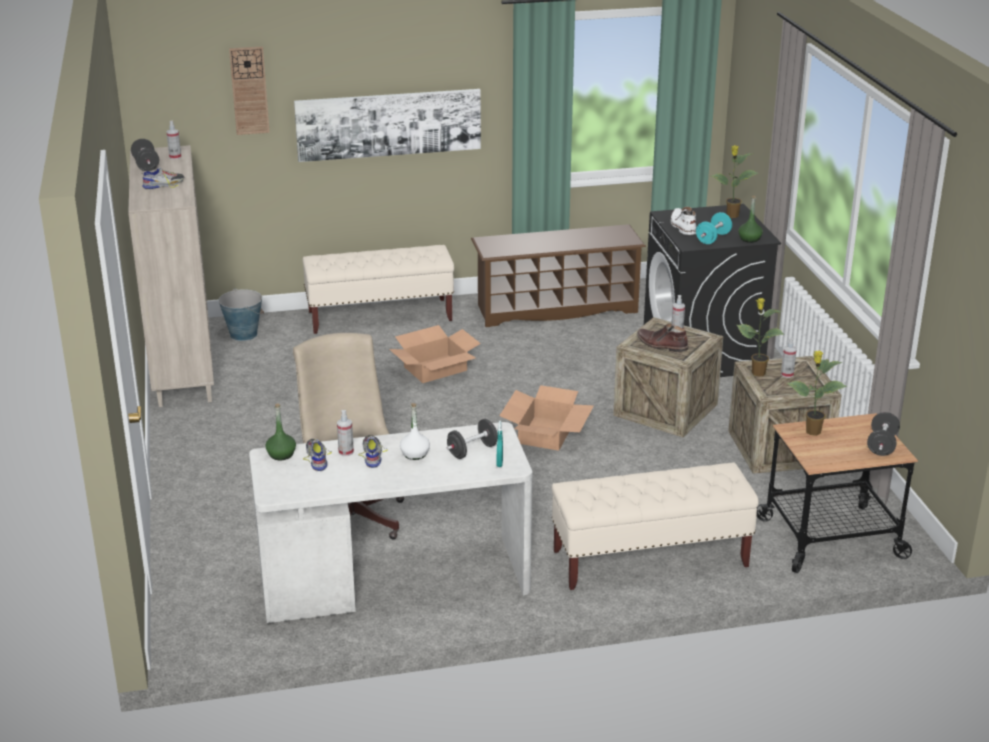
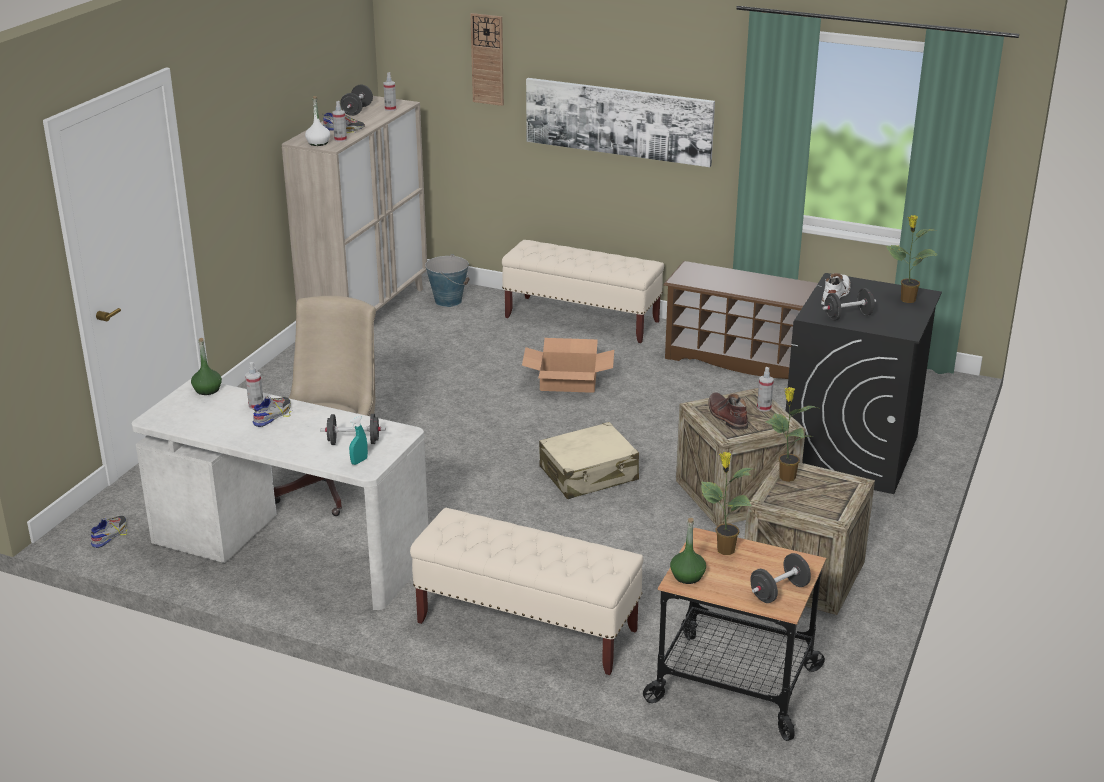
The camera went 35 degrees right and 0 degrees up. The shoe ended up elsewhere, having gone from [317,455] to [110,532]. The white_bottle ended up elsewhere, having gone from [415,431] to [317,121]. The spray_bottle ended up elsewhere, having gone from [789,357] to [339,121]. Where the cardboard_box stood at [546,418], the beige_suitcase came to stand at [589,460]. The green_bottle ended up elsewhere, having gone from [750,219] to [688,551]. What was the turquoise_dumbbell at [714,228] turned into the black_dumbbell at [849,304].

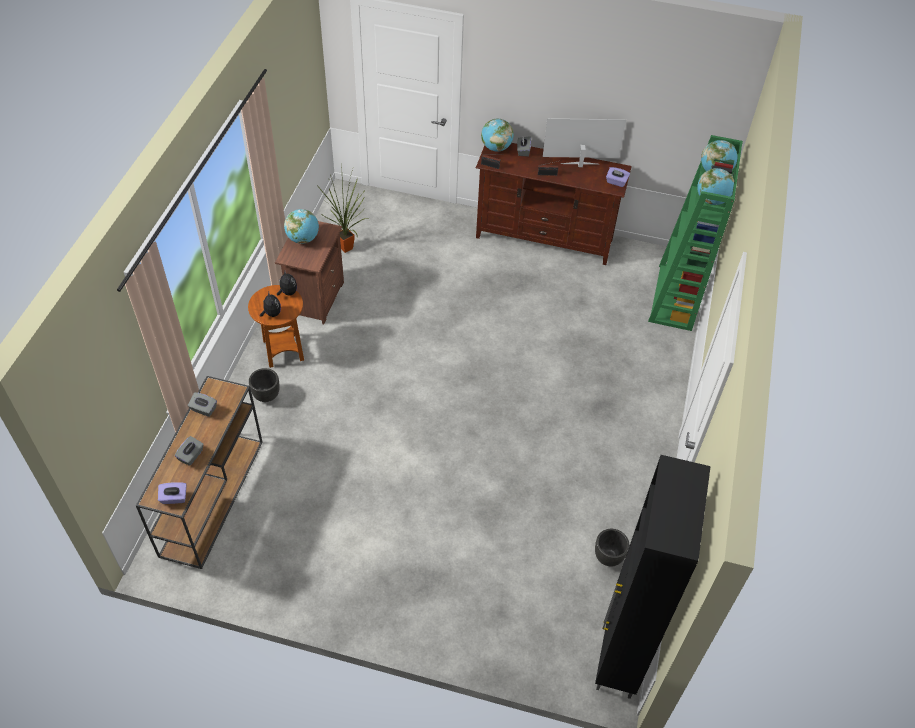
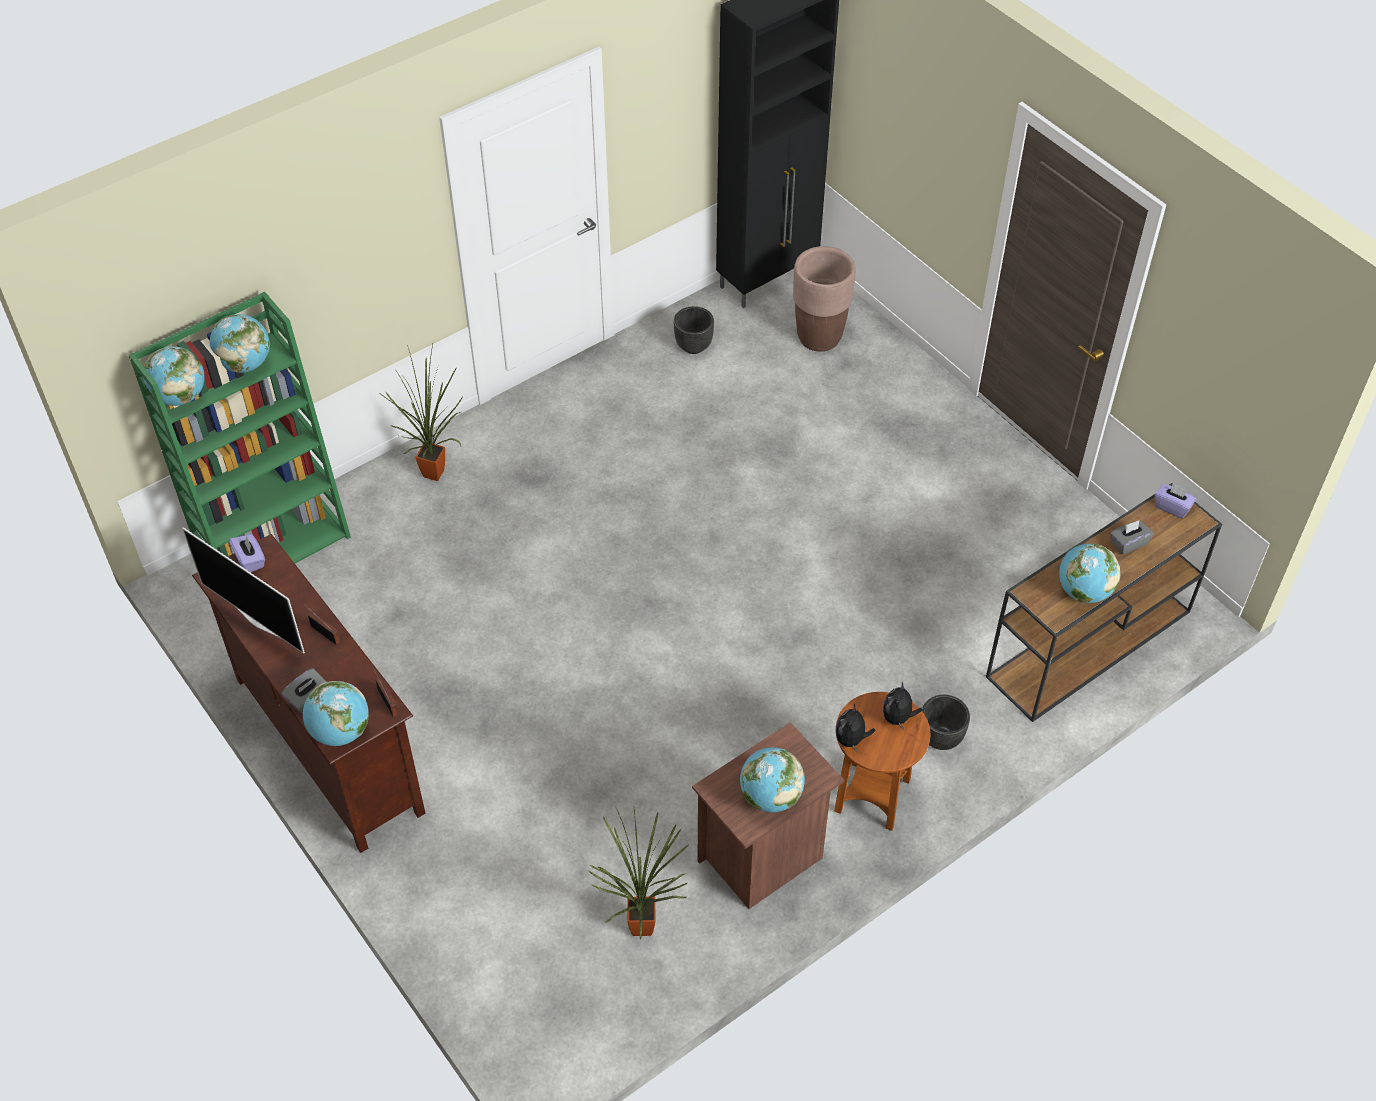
The camera went 140 degrees left and 0 degrees up. The second view gained the potted_plant at [422,412]. The second view gained the brown_planter at [824,298]. Where the grey_tissue_box stood at [202,404], the globe came to stand at [1089,573].

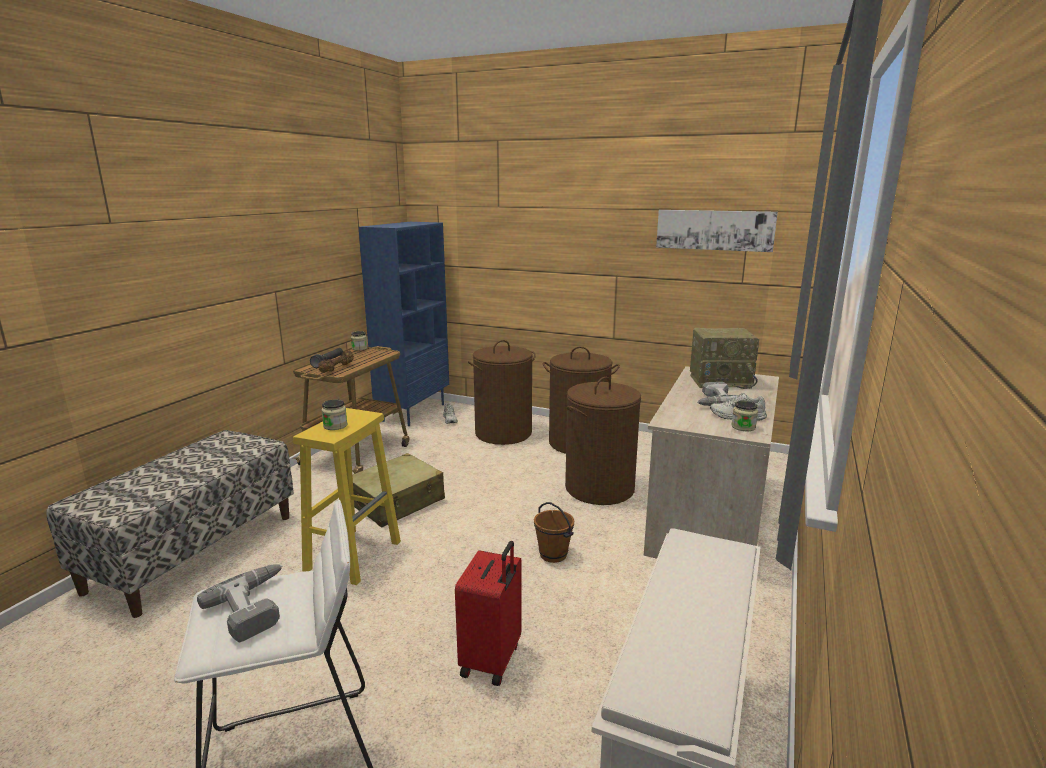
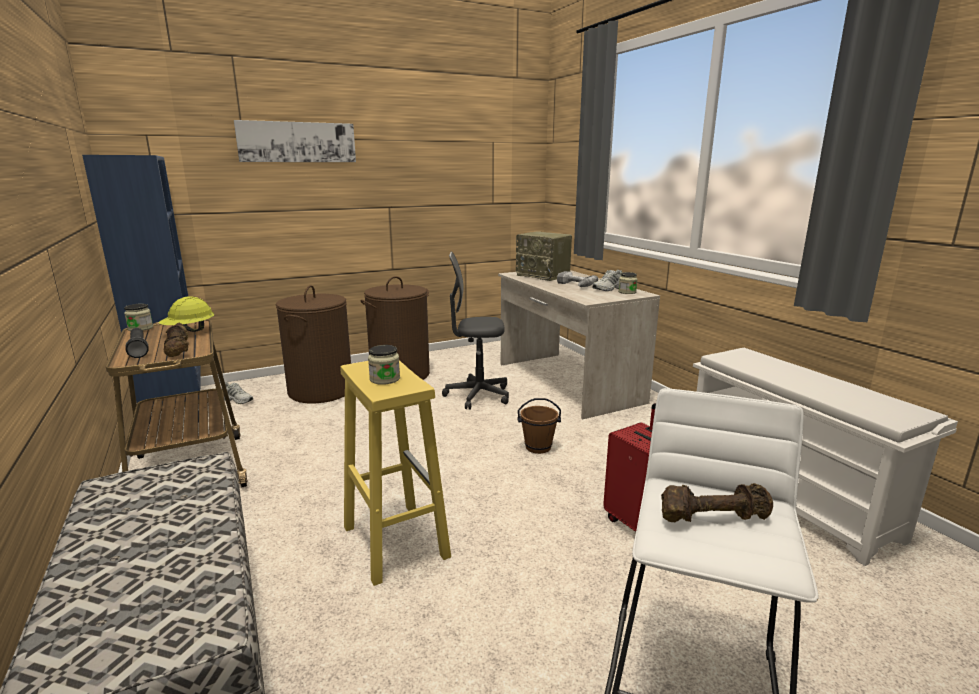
The camera went 50 degrees left and 0 degrees up. The second view gained the yellow_hard_hat at [186,314]. The picture ended up elsewhere, having gone from [717,231] to [295,141]. Where the brown_laundry_basket stood at [603,441], the grey_office_chair came to stand at [475,331]. The radio at [724,358] ended up facing another way, 90 degrees clockwise from before. Where the power_drill stood at [239,603], the brown_dumbbell came to stand at [717,502]. The second view lost the beige_suitcase at [398,490].

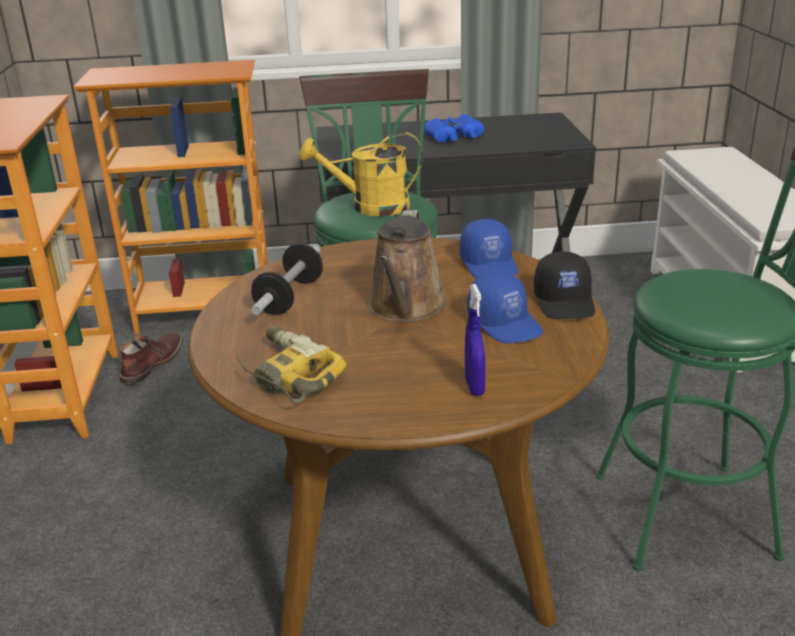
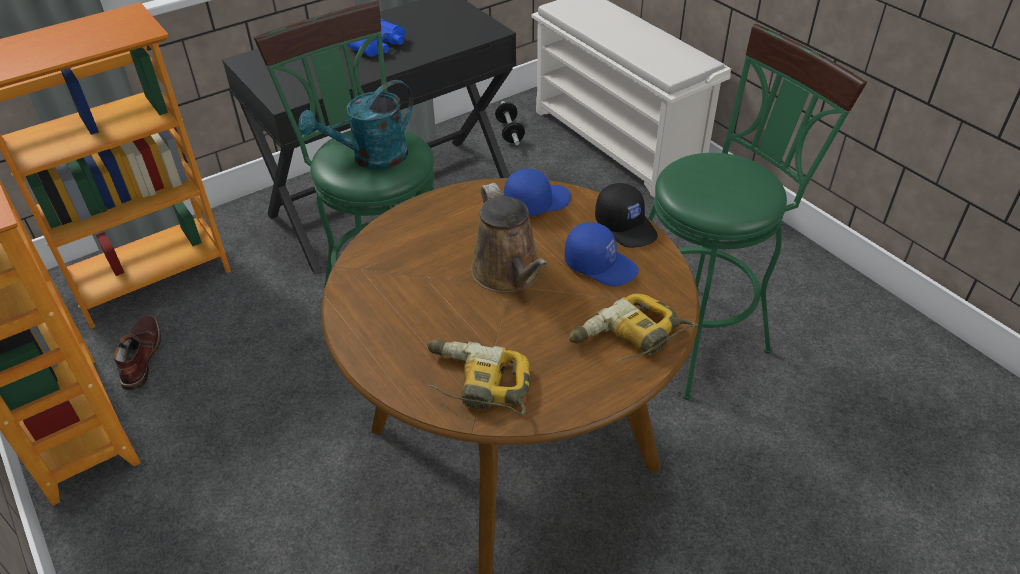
The camera went 30 degrees left and 15 degrees up. What was the yellow_watering_can at [361,174] turned into the turquoise_watering_can at [355,125]. The dumbbell ended up elsewhere, having gone from [287,279] to [510,123]. The blue_cap at [489,248] ended up facing another way, 75 degrees counterclockwise from before. Where the blue_spray_bottle stood at [475,340], the power_drill came to stand at [633,328].

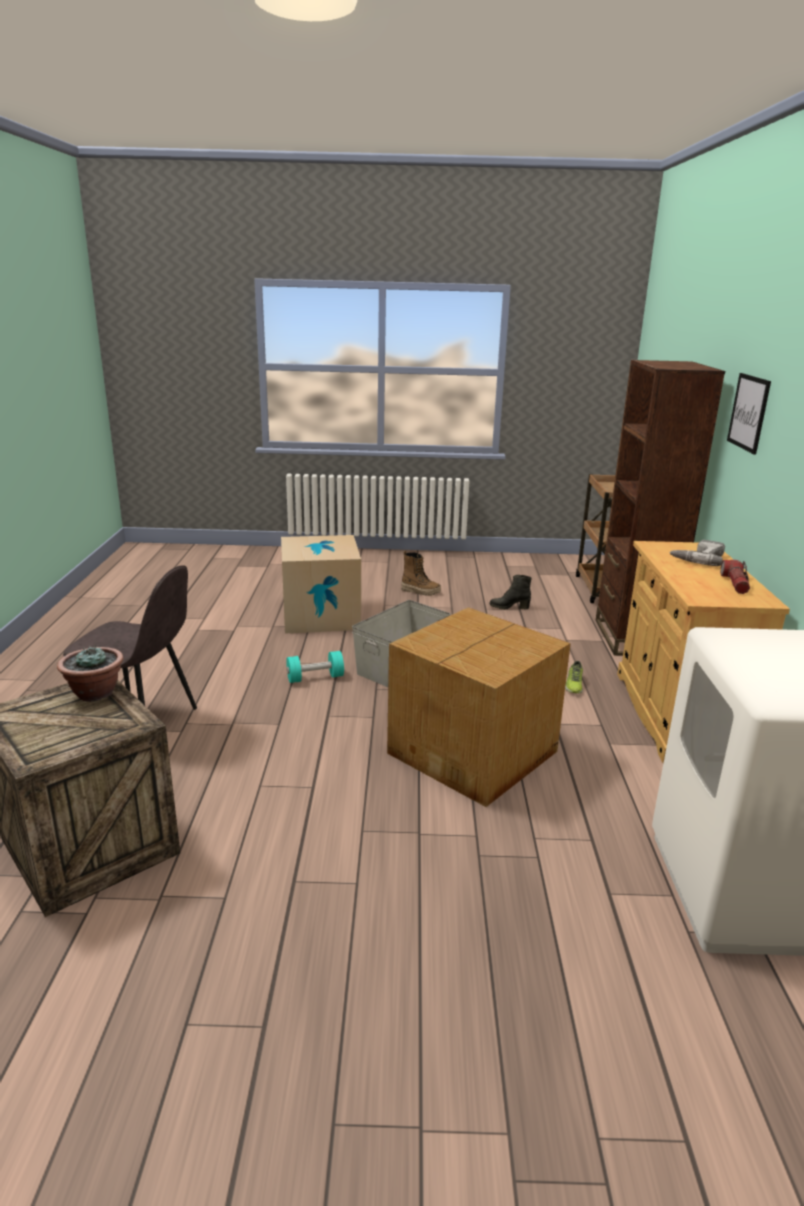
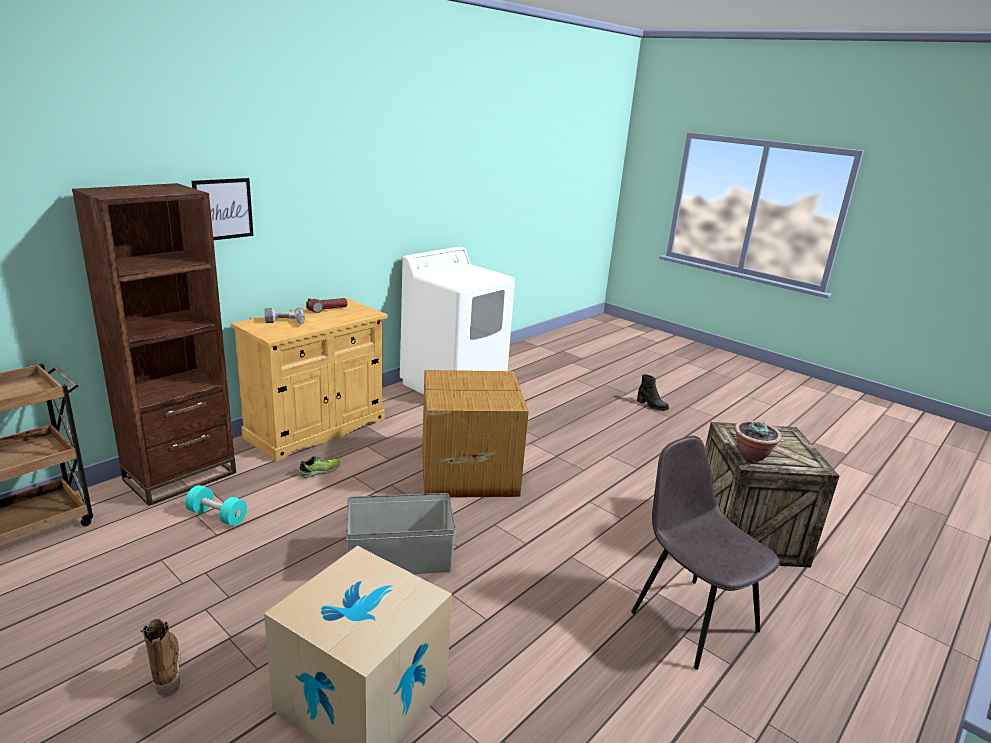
The camera went 140 degrees left and 0 degrees up. The turquoise_dumbbell ended up elsewhere, having gone from [315,667] to [216,505]. The black_boot ended up elsewhere, having gone from [510,592] to [653,392].

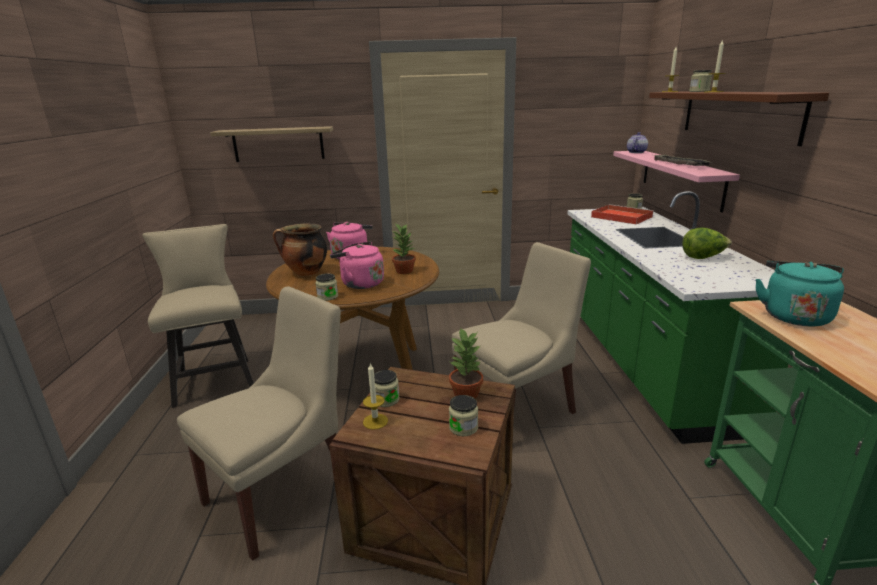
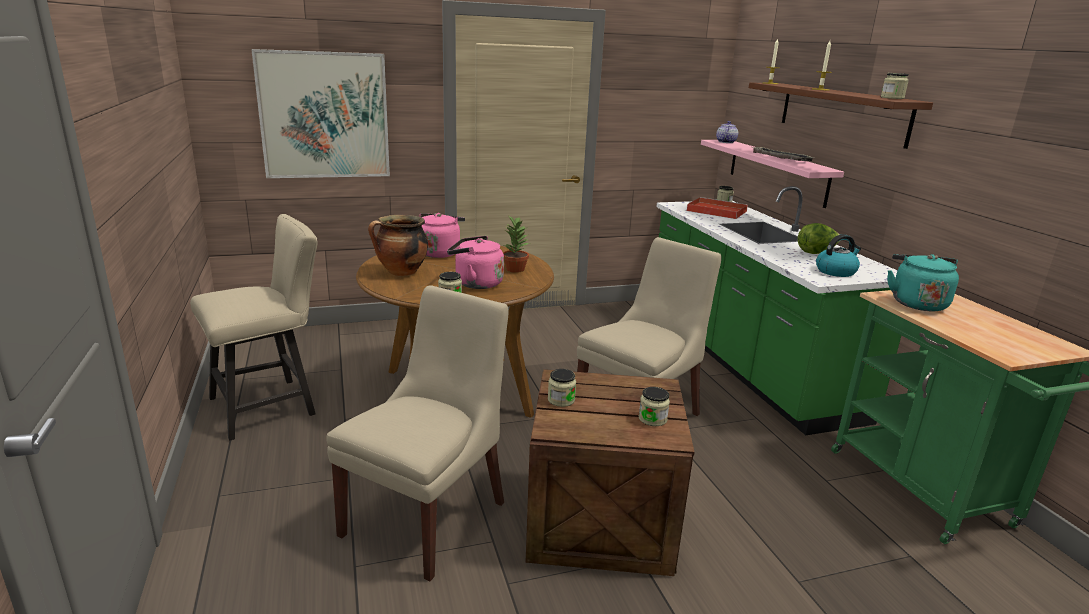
The camera went 15 degrees left and 0 degrees up. The beige_chair at [198,316] ended up facing another way, 90 degrees clockwise from before. Where the shelf hung at [271,144], the picture came to hang at [320,113]. The second view gained the kettle at [838,255]. The jar ended up elsewhere, having gone from [700,81] to [895,86]. The second view lost the candle at [375,397]. The second view lost the potted_plant at [466,364].

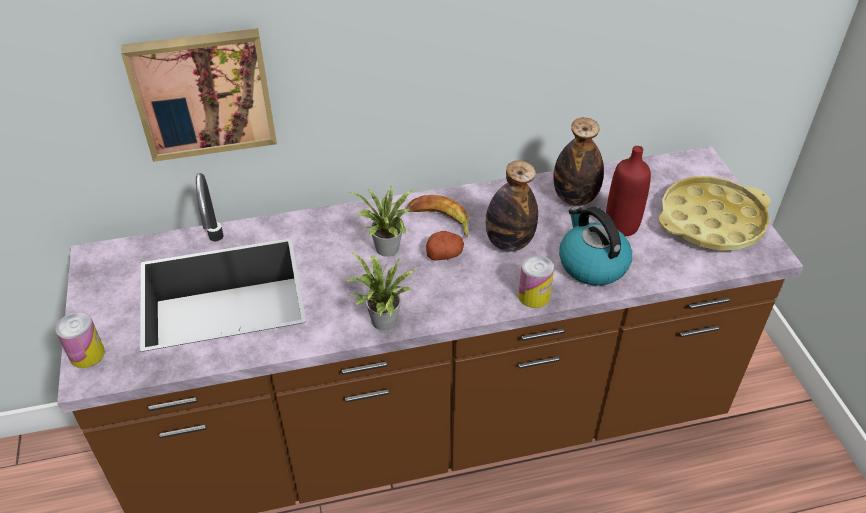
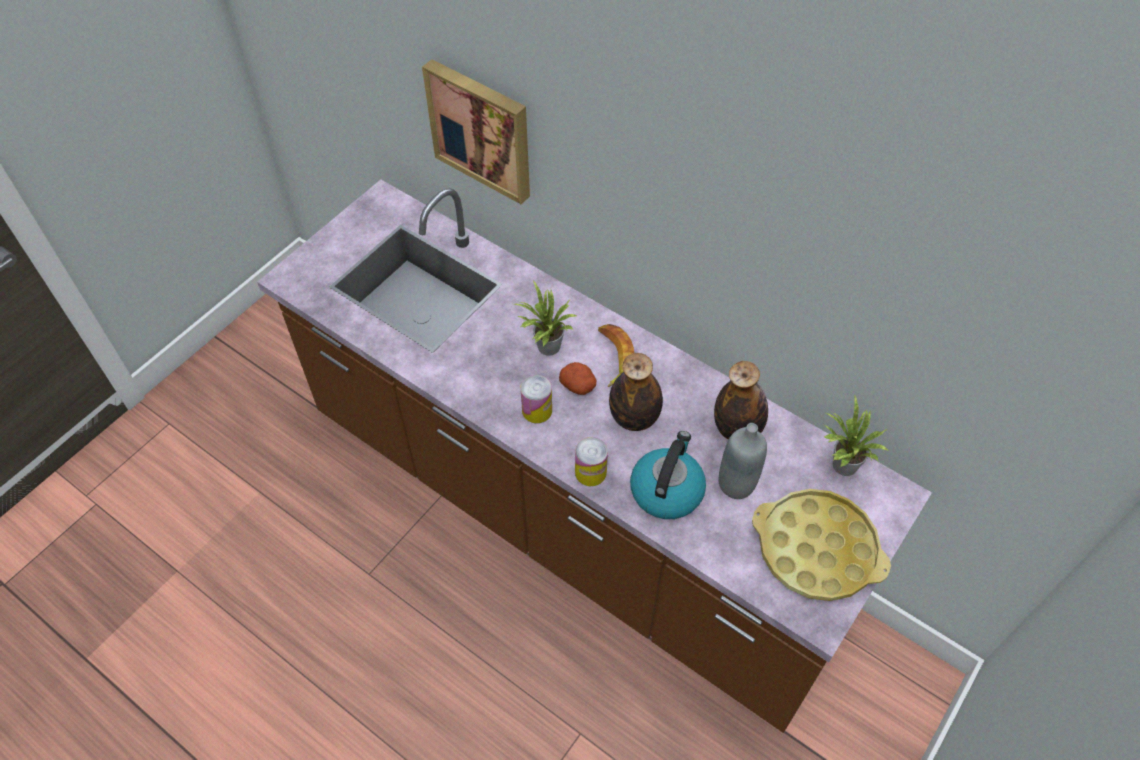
The camera went 50 degrees right and 10 degrees up. The can ended up elsewhere, having gone from [80,340] to [536,399]. What was the red_bottle at [628,191] turned into the grey_bottle at [743,461]. The potted_plant ended up elsewhere, having gone from [380,291] to [856,436].

